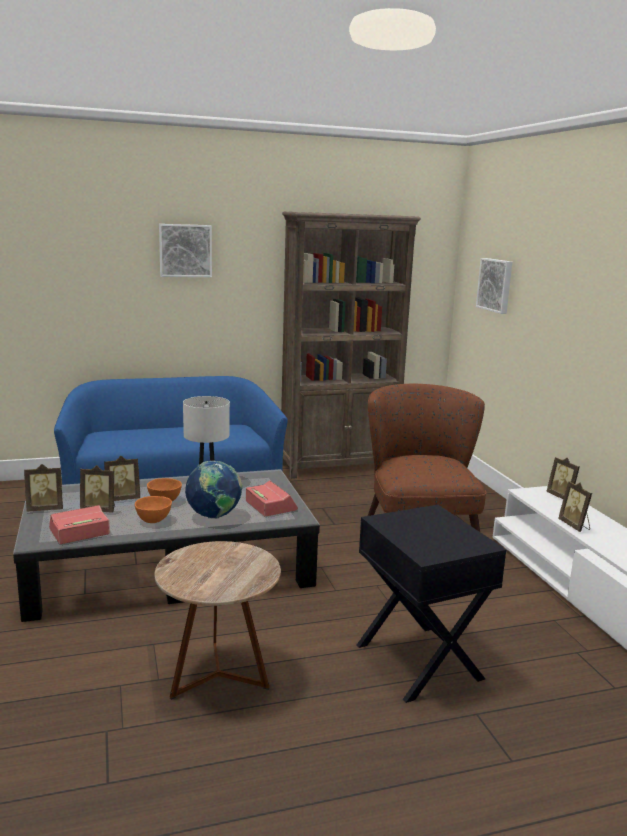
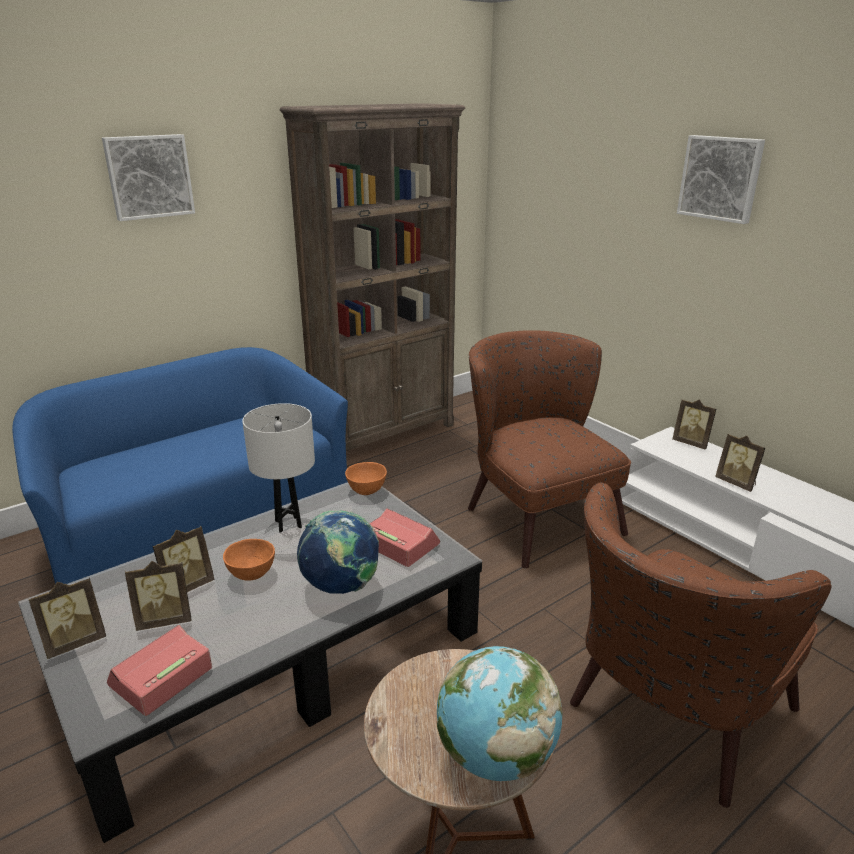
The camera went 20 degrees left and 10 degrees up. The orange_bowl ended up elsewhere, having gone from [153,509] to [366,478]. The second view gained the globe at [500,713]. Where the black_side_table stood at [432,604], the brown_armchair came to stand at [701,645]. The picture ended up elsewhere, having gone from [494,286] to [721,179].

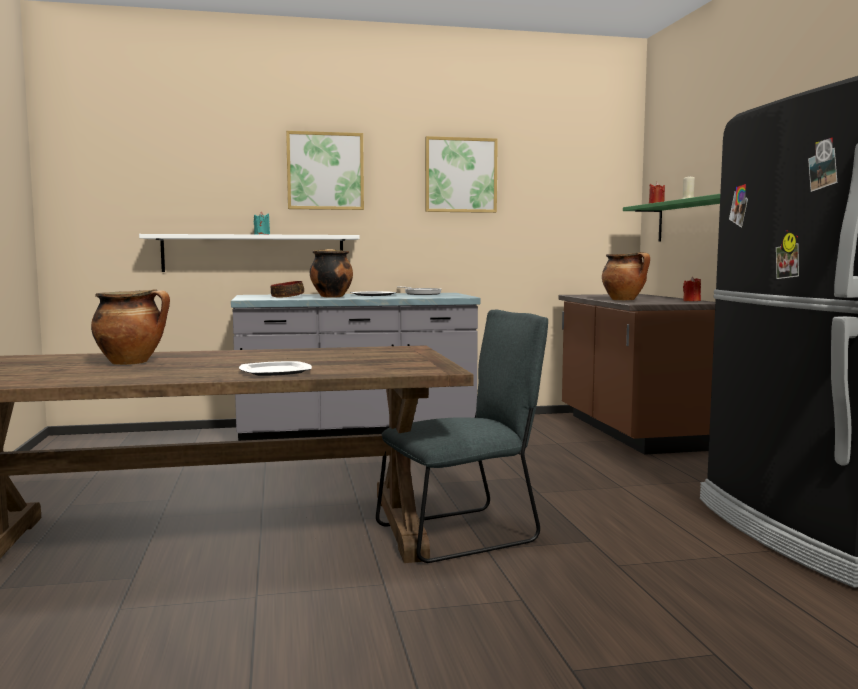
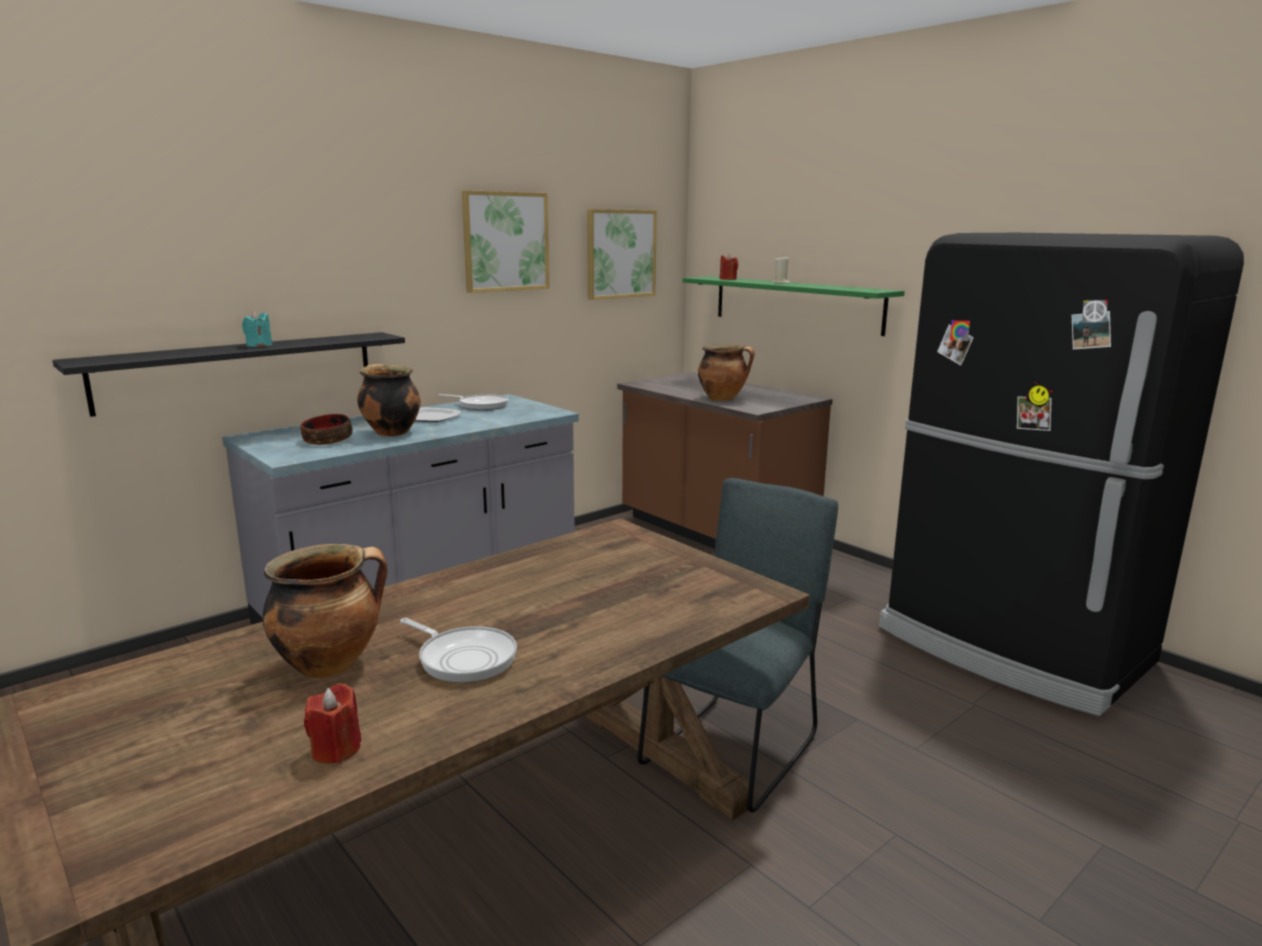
The camera went 30 degrees left and 10 degrees up. What was the white_shelf at [249,253] turned into the black_shelf at [228,374]. The red_candle ended up elsewhere, having gone from [692,289] to [332,724]. The second view gained the frying_pan at [458,650]. The picture ended up elsewhere, having gone from [325,170] to [622,254]. The second view lost the plate at [275,368].

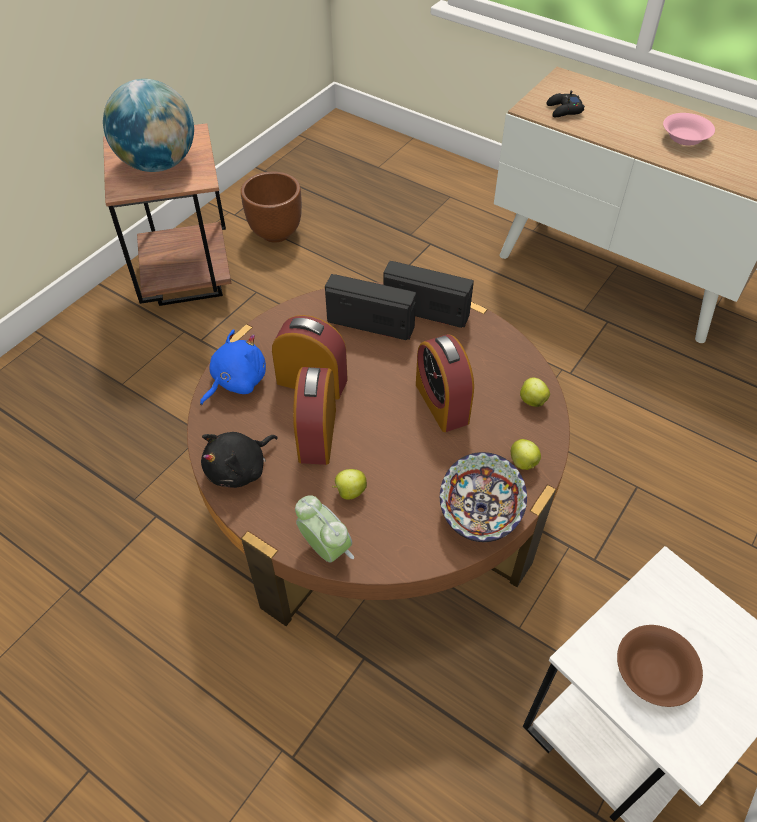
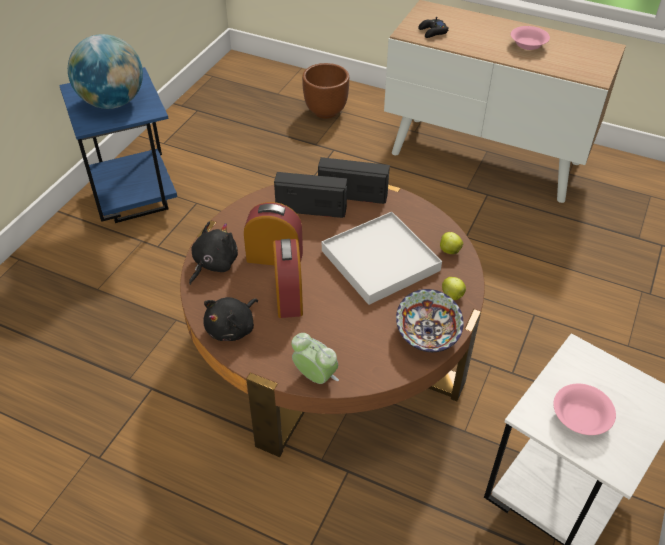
The camera went 10 degrees left and 5 degrees down. What was the brown_side_table at [167,214] turned into the blue_side_table at [118,145]. What was the blue_plush_toy at [233,367] turned into the black_plush_toy at [213,253]. The brown_planter ended up elsewhere, having gone from [271,207] to [325,91]. Where the alarm_clock stood at [445,383], the white_tray came to stand at [382,258]. What was the brown_bowl at [660,666] turned into the pink_bowl at [585,409]. The second view lost the apple at [349,484].

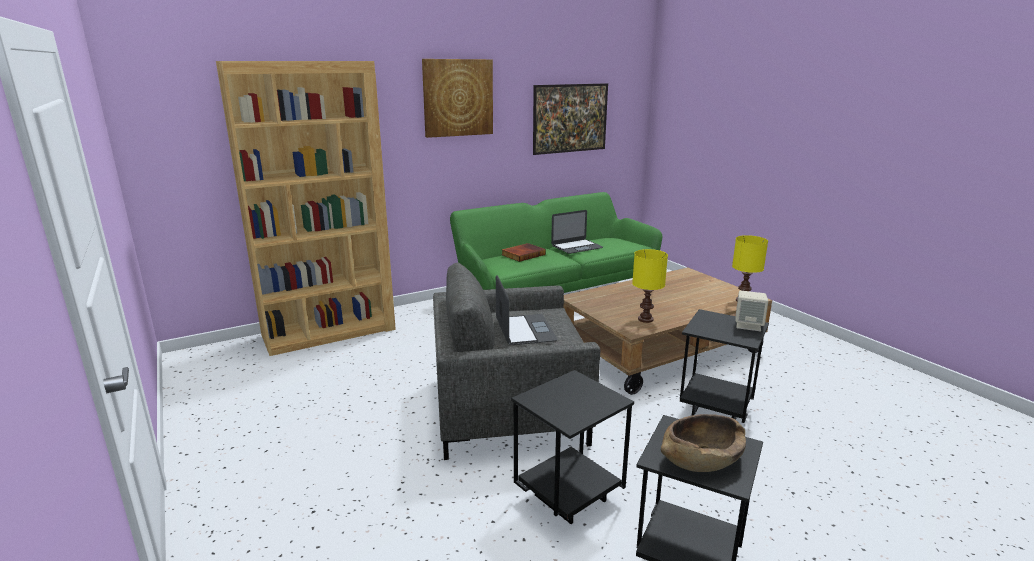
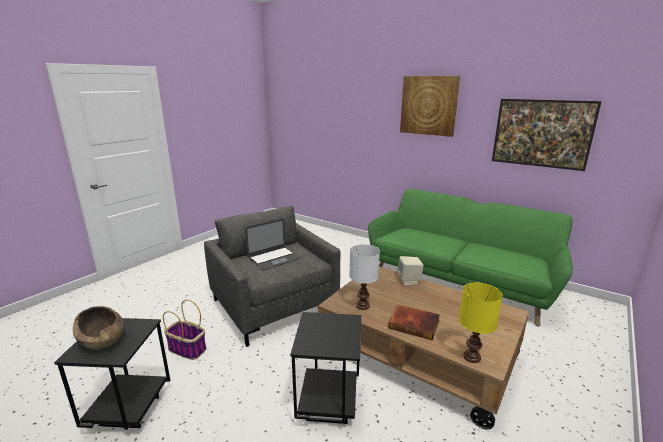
The camera went 65 degrees right and 0 degrees up. Where the black_side_table stood at [572,447], the basket came to stand at [185,330]. What was the yellow_table_lamp at [650,286] turned into the white_table_lamp at [364,277]. The book ended up elsewhere, having gone from [524,252] to [414,322]. The beige_speaker ended up elsewhere, having gone from [751,310] to [410,270]. The second view lost the brown_bookcase at [306,208]. The second view lost the laptop at [577,232].

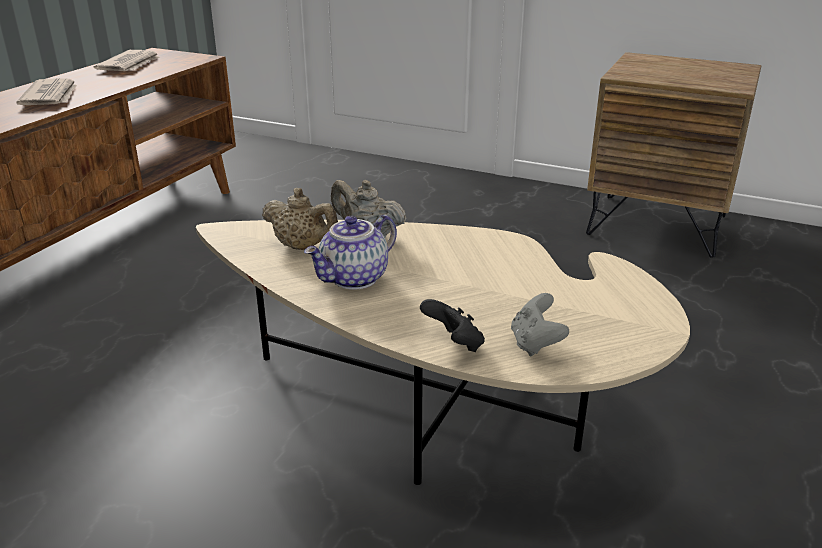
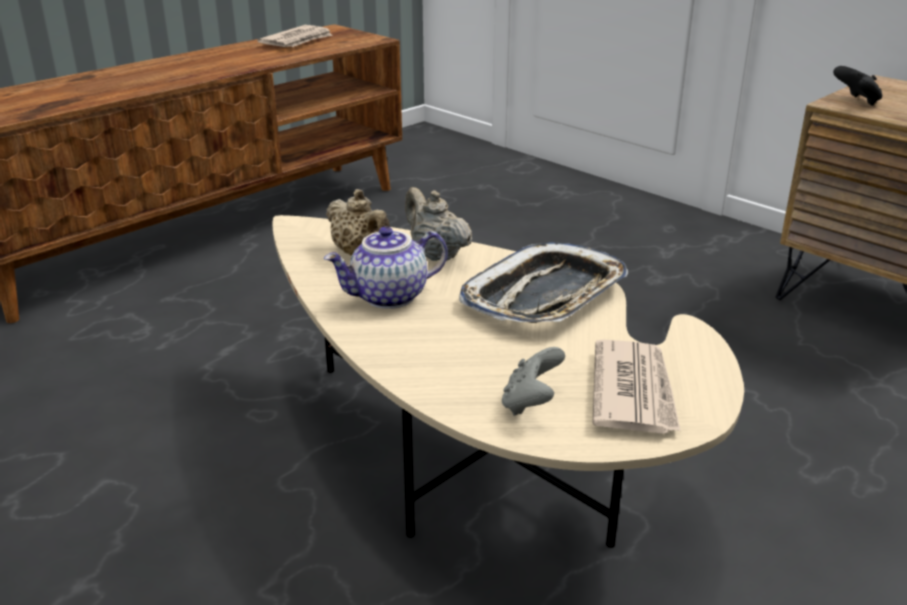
The camera went 20 degrees right and 0 degrees up. The second view gained the tray at [543,282]. The newspaper ended up elsewhere, having gone from [46,91] to [636,387]. The black_game_controller ended up elsewhere, having gone from [452,325] to [858,86].

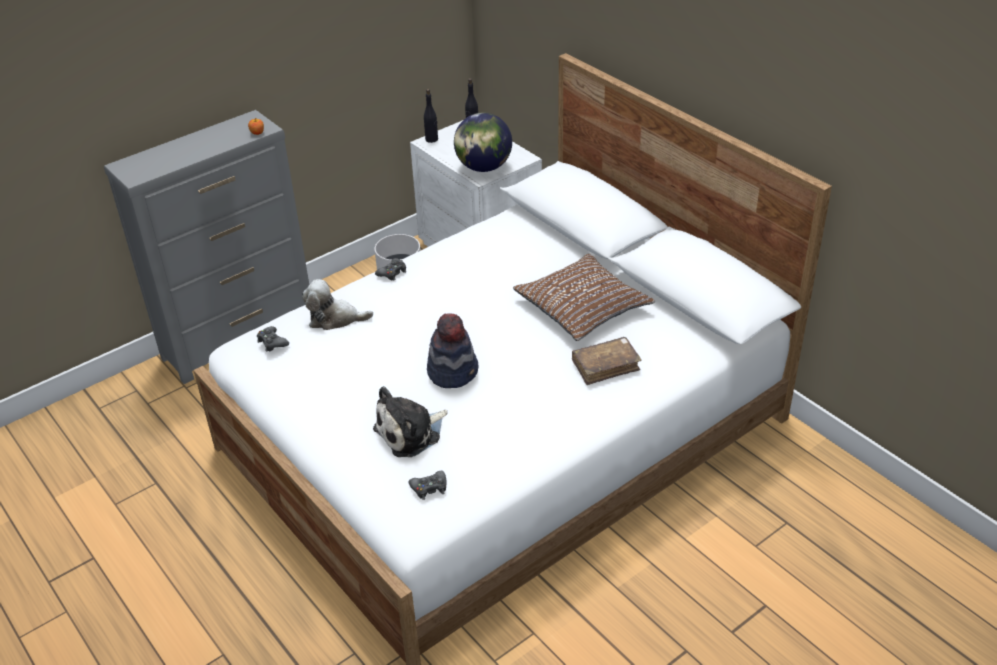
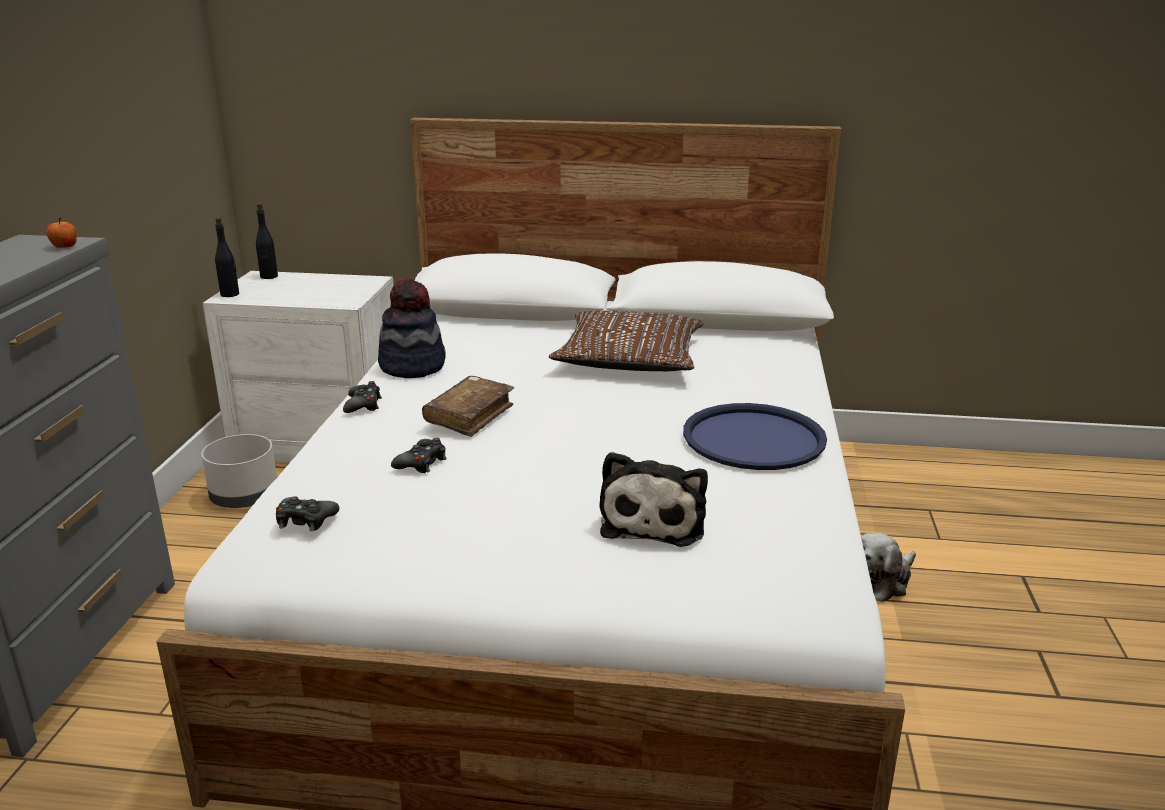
The camera went 45 degrees left and 15 degrees down. The hat ended up elsewhere, having gone from [453,350] to [412,328]. The black_game_controller ended up elsewhere, having gone from [427,485] to [419,455]. The brown_book ended up elsewhere, having gone from [607,361] to [468,406]. The second view gained the blue_tray at [755,436]. The plush_toy ended up elsewhere, having gone from [337,304] to [888,567]. The second view lost the globe at [483,142].

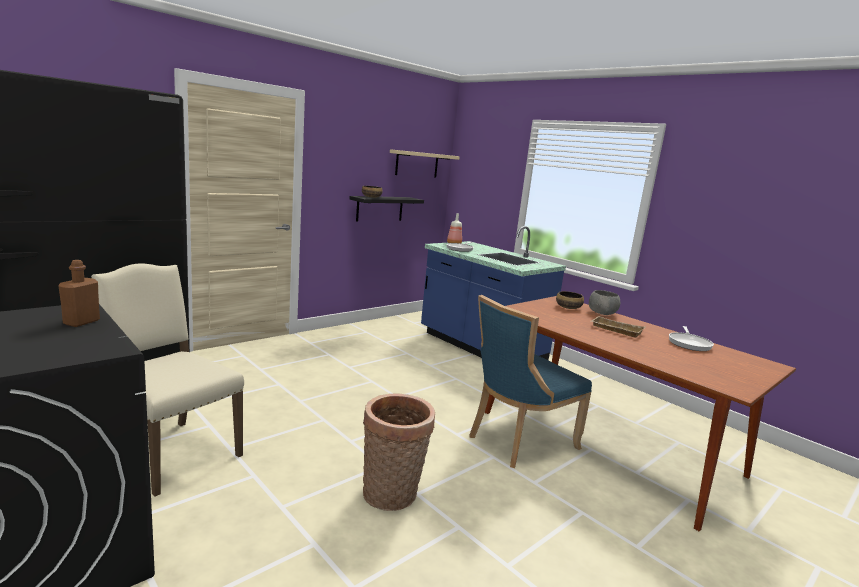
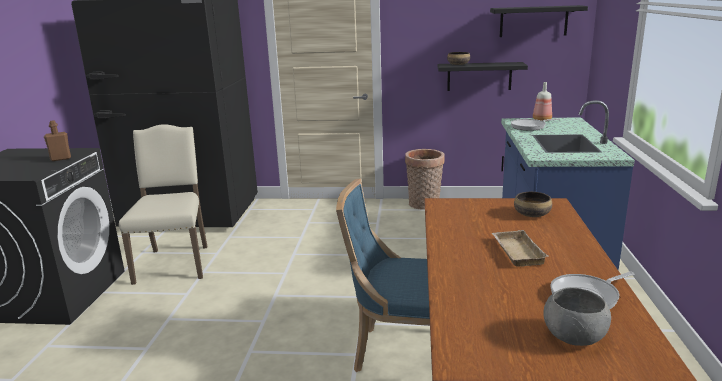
The camera went 50 degrees right and 5 degrees up. The basket ended up elsewhere, having gone from [399,452] to [425,179]. What was the beige_shelf at [425,163] turned into the black_shelf at [539,21]. The grey_bowl ended up elsewhere, having gone from [604,302] to [577,316].

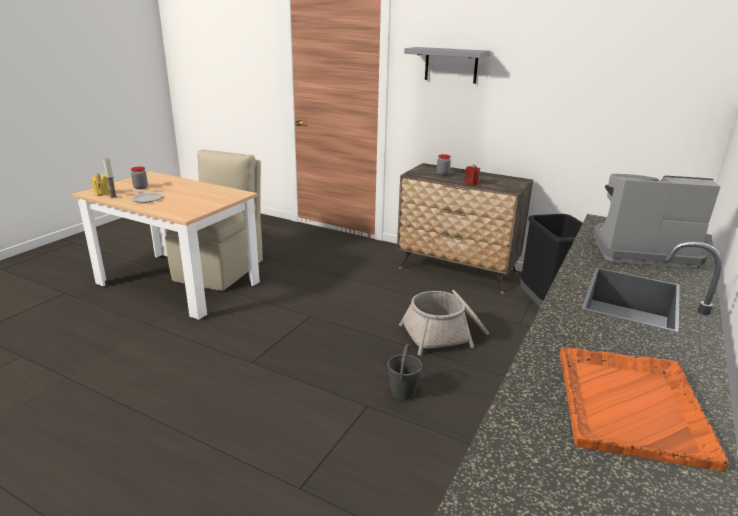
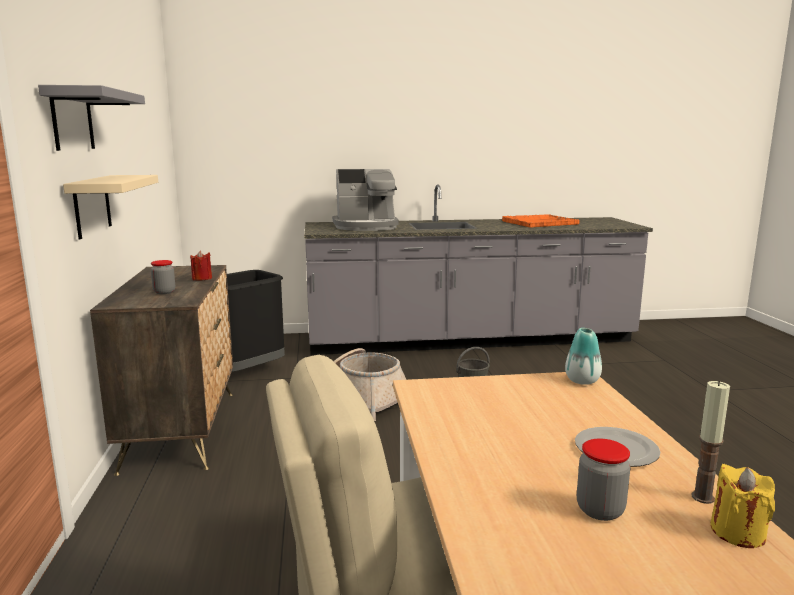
The camera went 125 degrees left and 10 degrees down. The second view gained the beige_shelf at [110,207]. The coffee_machine at [657,221] ended up facing another way, 75 degrees counterclockwise from before. The second view gained the vase at [583,356].

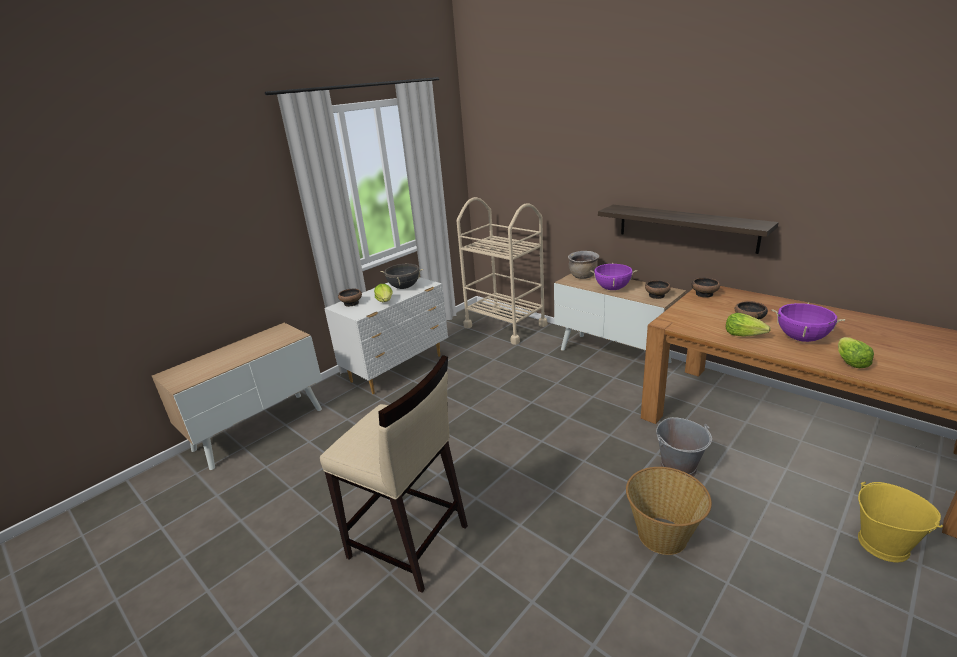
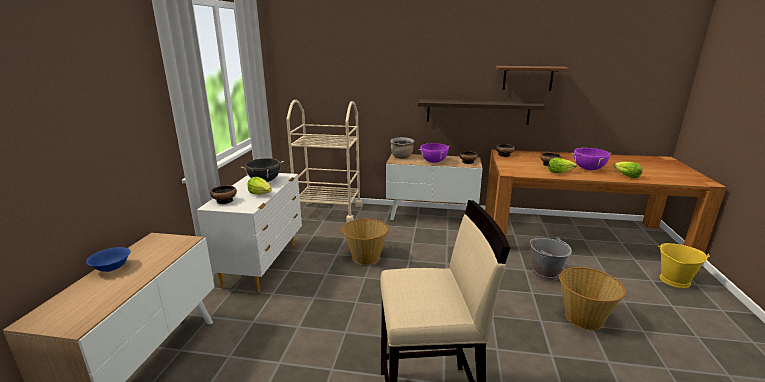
The camera went 35 degrees left and 5 degrees down. The second view gained the blue_bowl at [108,259]. The second view gained the basket at [365,242]. The second view gained the brown_shelf at [533,78].

